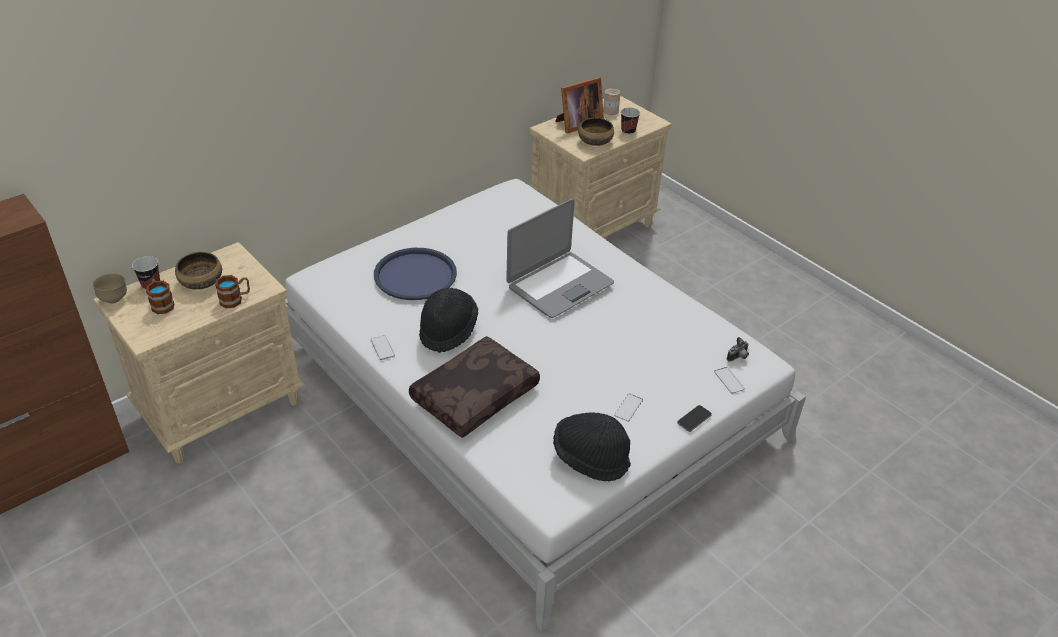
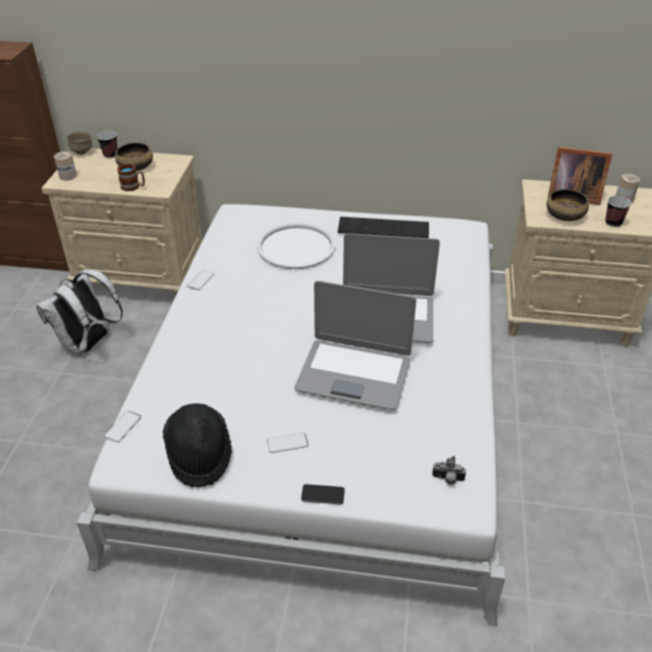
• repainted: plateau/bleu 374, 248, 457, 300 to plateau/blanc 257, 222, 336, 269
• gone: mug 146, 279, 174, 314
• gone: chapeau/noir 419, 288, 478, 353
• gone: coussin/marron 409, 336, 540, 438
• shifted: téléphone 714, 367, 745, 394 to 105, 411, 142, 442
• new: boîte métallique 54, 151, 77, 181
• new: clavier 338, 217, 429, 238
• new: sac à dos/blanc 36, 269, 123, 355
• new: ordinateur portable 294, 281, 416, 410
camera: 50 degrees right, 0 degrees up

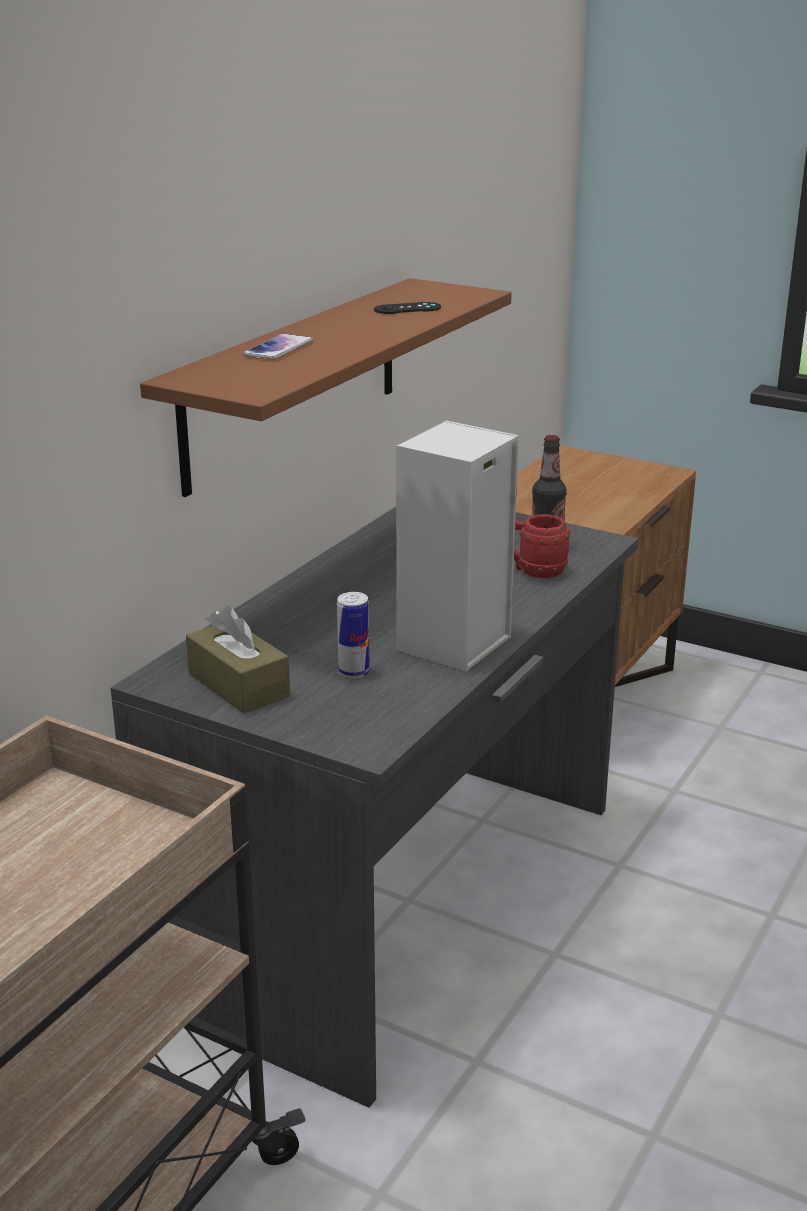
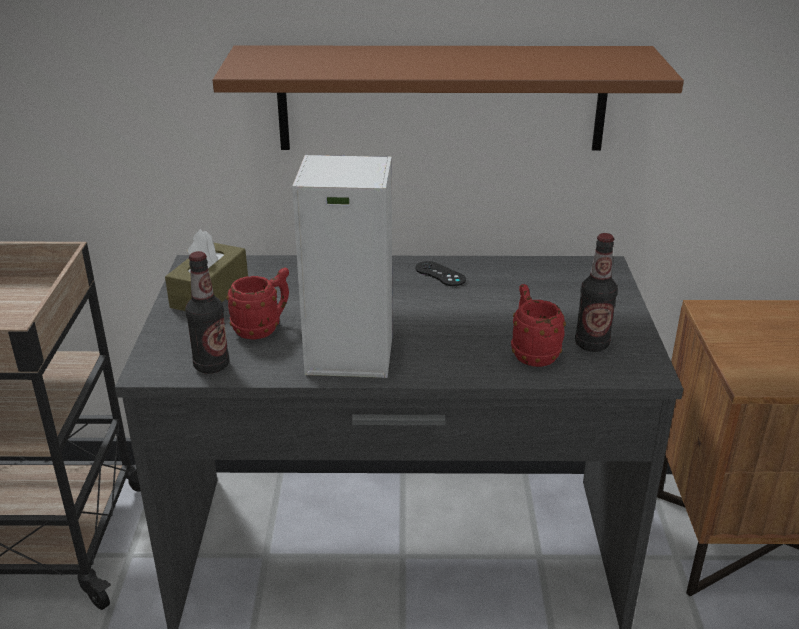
• shifted: manette/noir 374, 302, 441, 314 to 415, 261, 466, 286
• gone: téléphone 242, 334, 313, 360
• swapped: boîte métallique 337, 592, 370, 679 to mug/rouge 226, 268, 289, 340
• new: bouteille 185, 251, 229, 374
camera: 60 degrees right, 5 degrees up

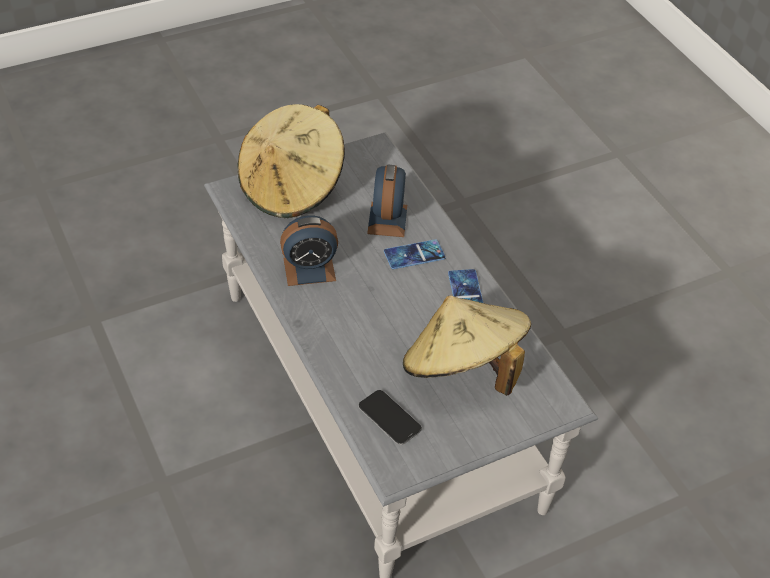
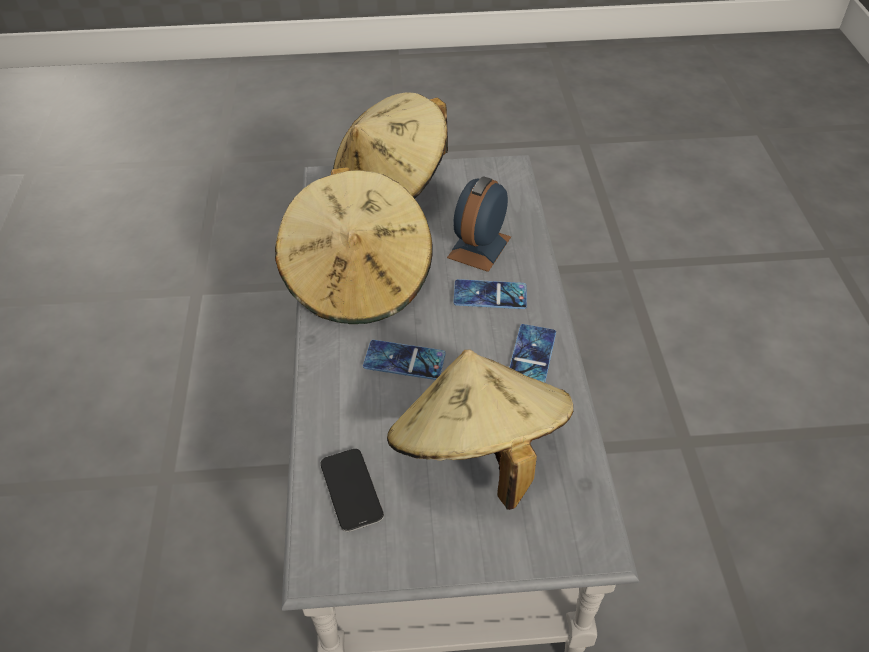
• swapped: réveil 280, 215, 338, 286 to chapeau/beige 275, 167, 432, 324
• new: téléphone 363, 340, 446, 380
camera: 25 degrees right, 0 degrees up

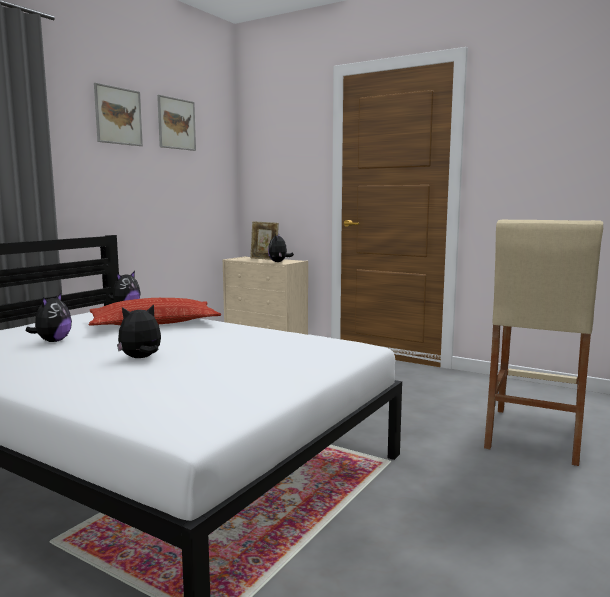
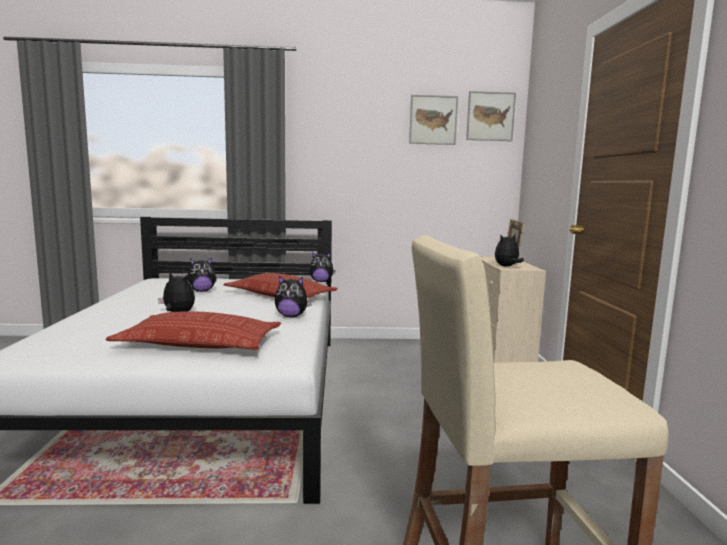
• shifted: tableau 94, 83, 143, 146 to 466, 91, 516, 141
• new: peluche 275, 276, 312, 317
• new: coussin 105, 311, 281, 350
camera: 55 degrees right, 0 degrees up

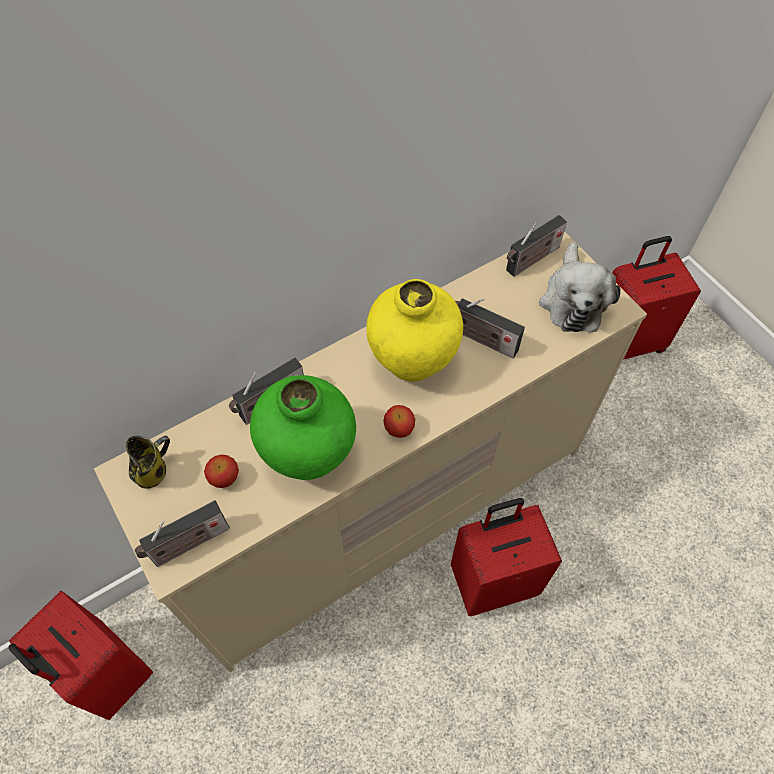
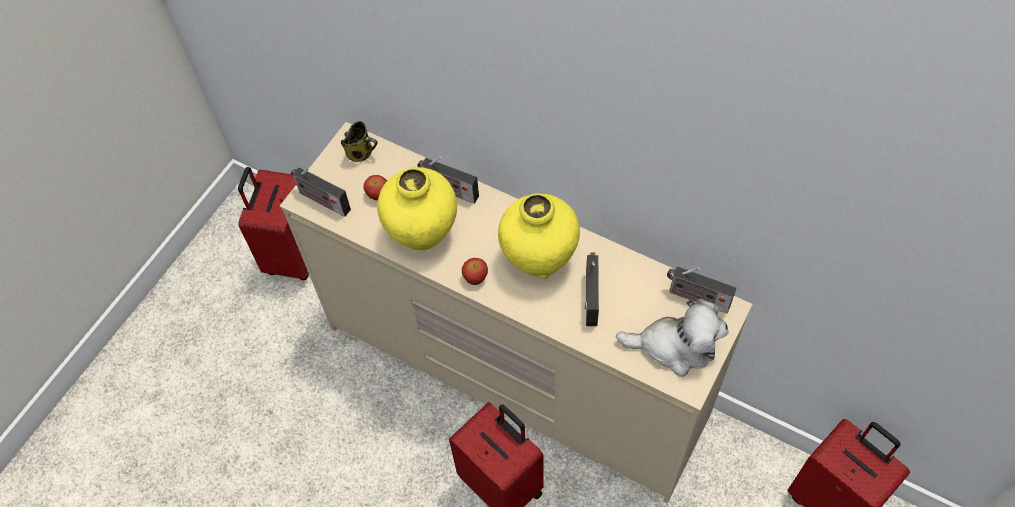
• rotated: peluche 539, 242, 621, 333 = 616, 299, 728, 377 150 degrees counterclockwise
• repainted: vase/vert 250, 375, 356, 480 to vase/jaune 377, 167, 457, 250
camera: 65 degrees right, 0 degrees up

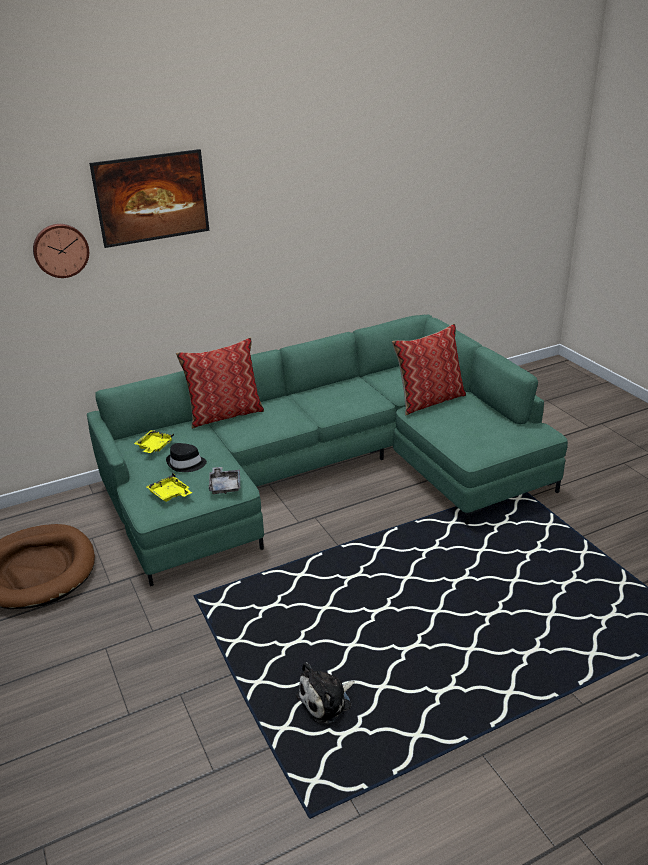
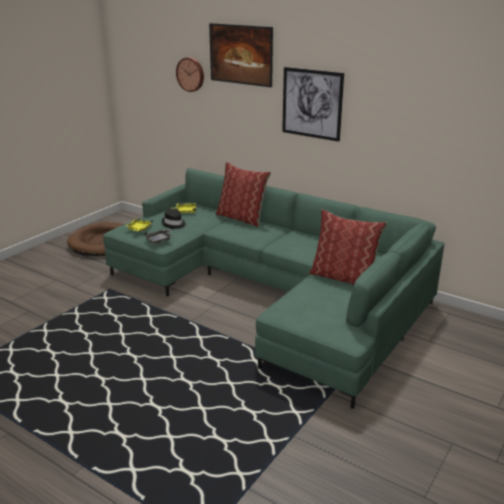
• gone: peluche 296, 662, 355, 724
• new: tableau 282, 67, 344, 142
camera: 60 degrees right, 5 degrees down

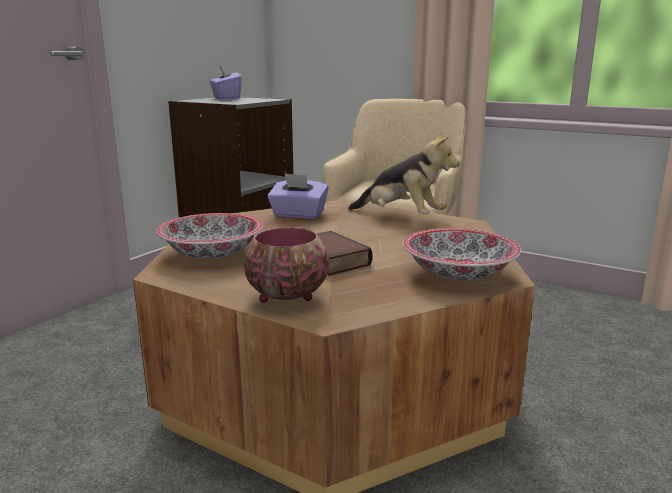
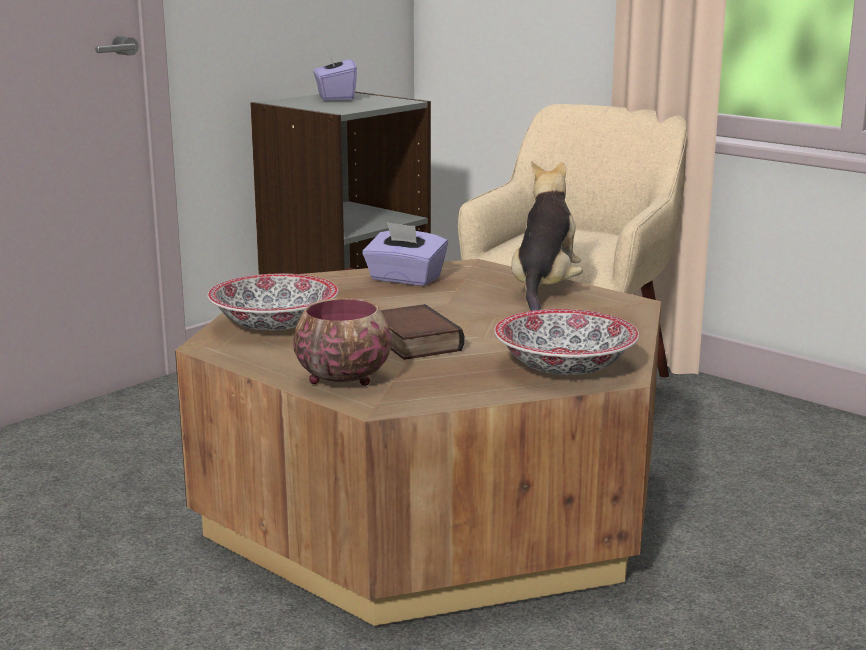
• rotated: peluche 348, 130, 460, 214 = 511, 161, 583, 311 120 degrees counterclockwise
camera: 10 degrees right, 0 degrees up

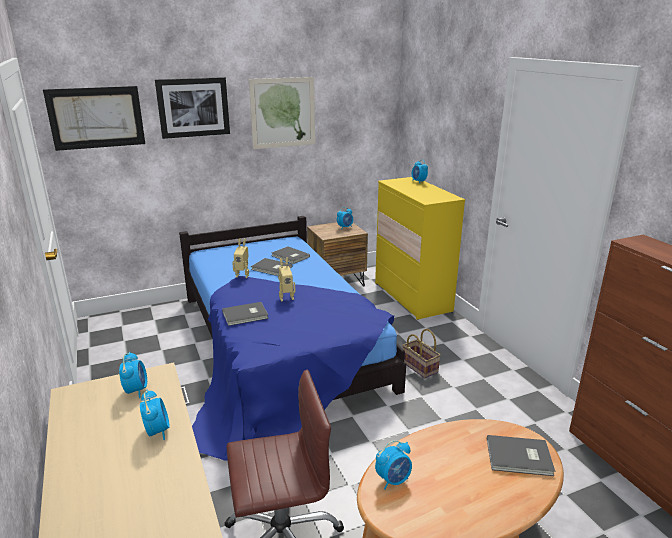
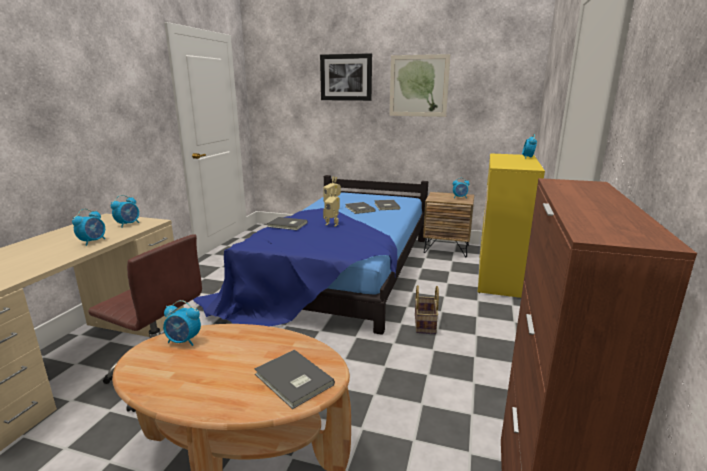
• gone: tableau 43, 86, 145, 151
camera: 40 degrees right, 5 degrees down

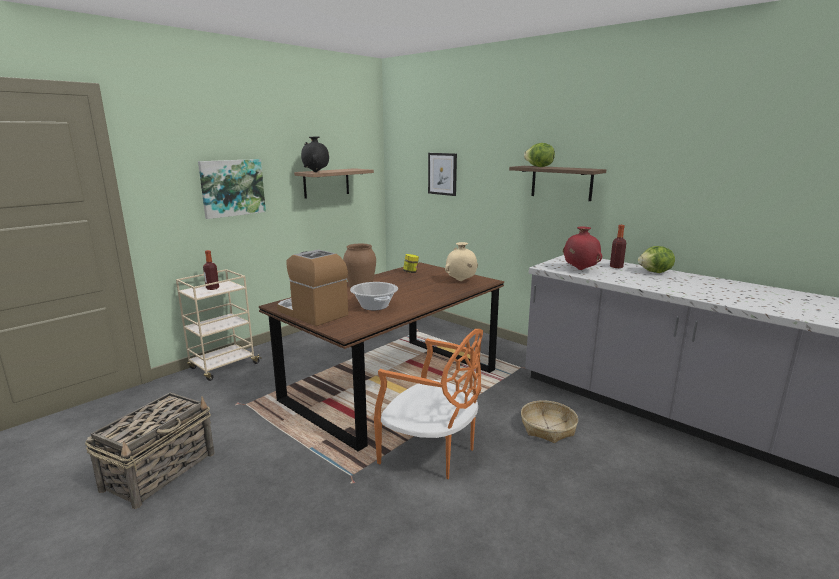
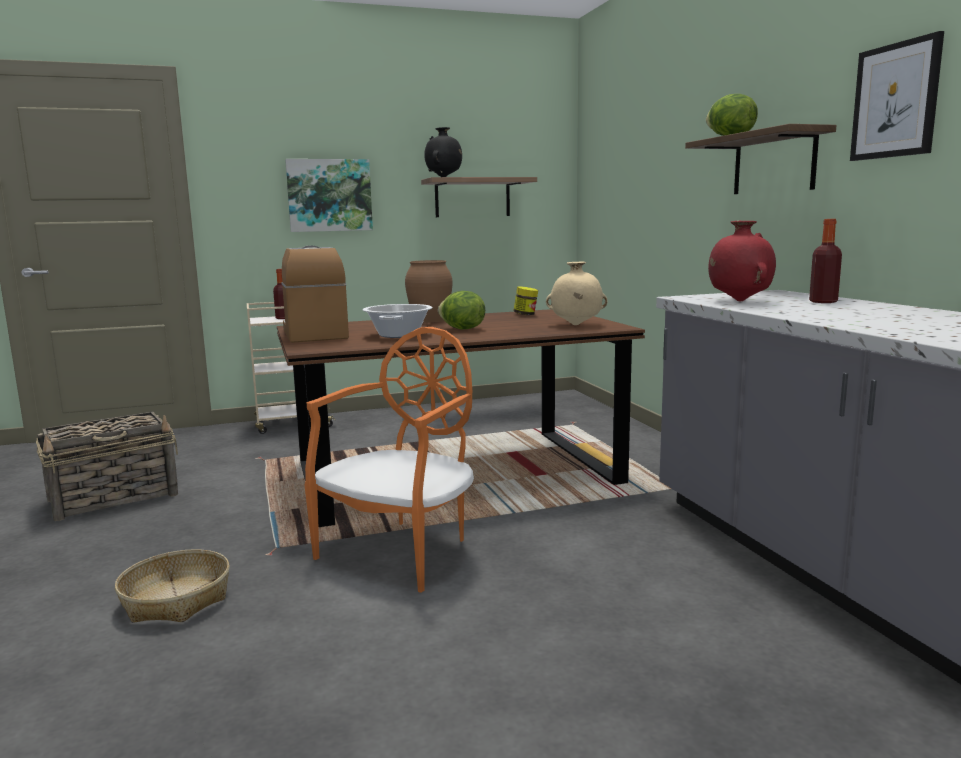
• shifted: tableau 428, 153, 457, 196 to 850, 31, 944, 161
• shifted: laitue 638, 246, 675, 273 to 438, 291, 485, 329
• rotated: chaise/orange 374, 329, 483, 479 = 305, 327, 474, 593 120 degrees counterclockwise
• shifted: panier 521, 400, 578, 443 to 115, 549, 230, 623
camera: 30 degrees right, 5 degrees down

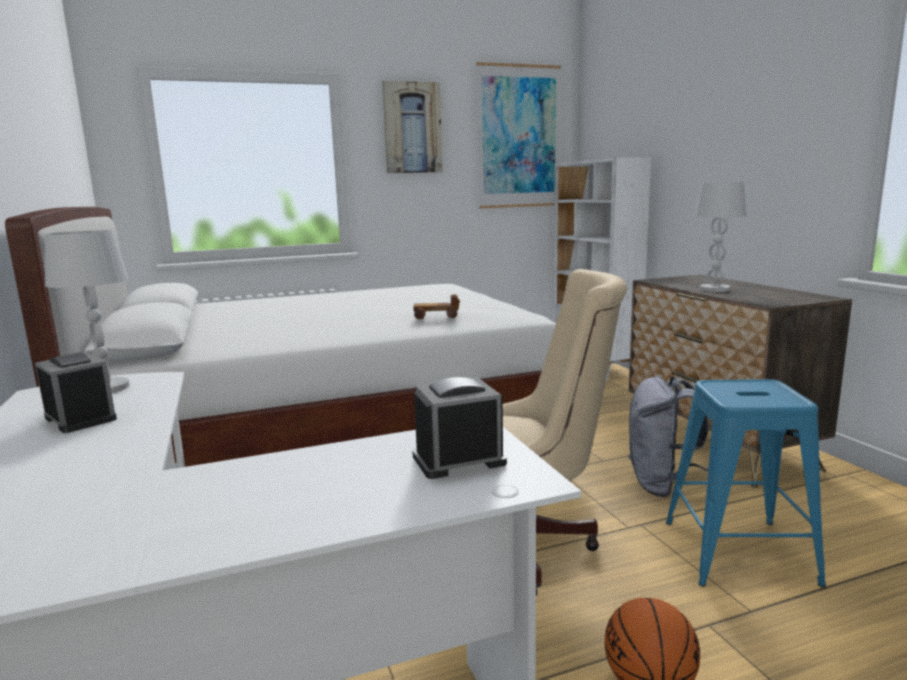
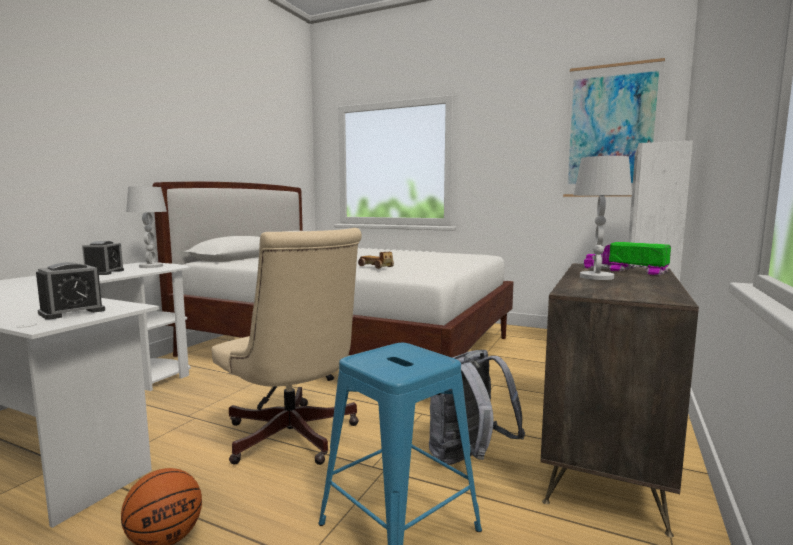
• gone: tableau 382, 81, 443, 173
• rotated: réveil 412, 377, 507, 479 = 36, 262, 105, 320 105 degrees clockwise
• new: camion jouet 583, 242, 671, 275
camera: 45 degrees right, 5 degrees down

